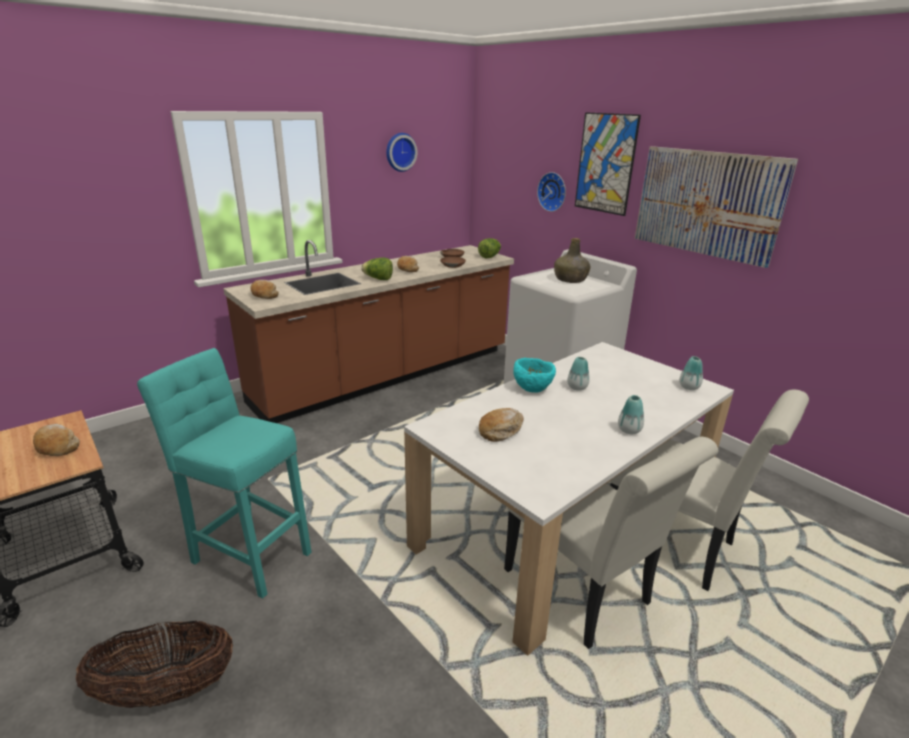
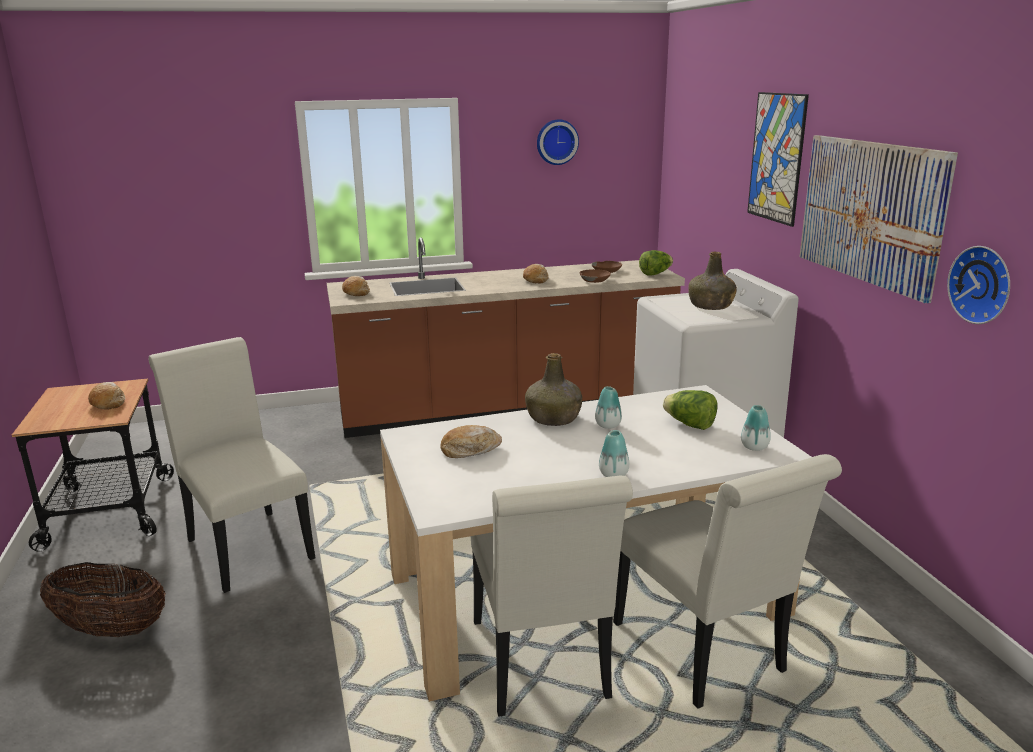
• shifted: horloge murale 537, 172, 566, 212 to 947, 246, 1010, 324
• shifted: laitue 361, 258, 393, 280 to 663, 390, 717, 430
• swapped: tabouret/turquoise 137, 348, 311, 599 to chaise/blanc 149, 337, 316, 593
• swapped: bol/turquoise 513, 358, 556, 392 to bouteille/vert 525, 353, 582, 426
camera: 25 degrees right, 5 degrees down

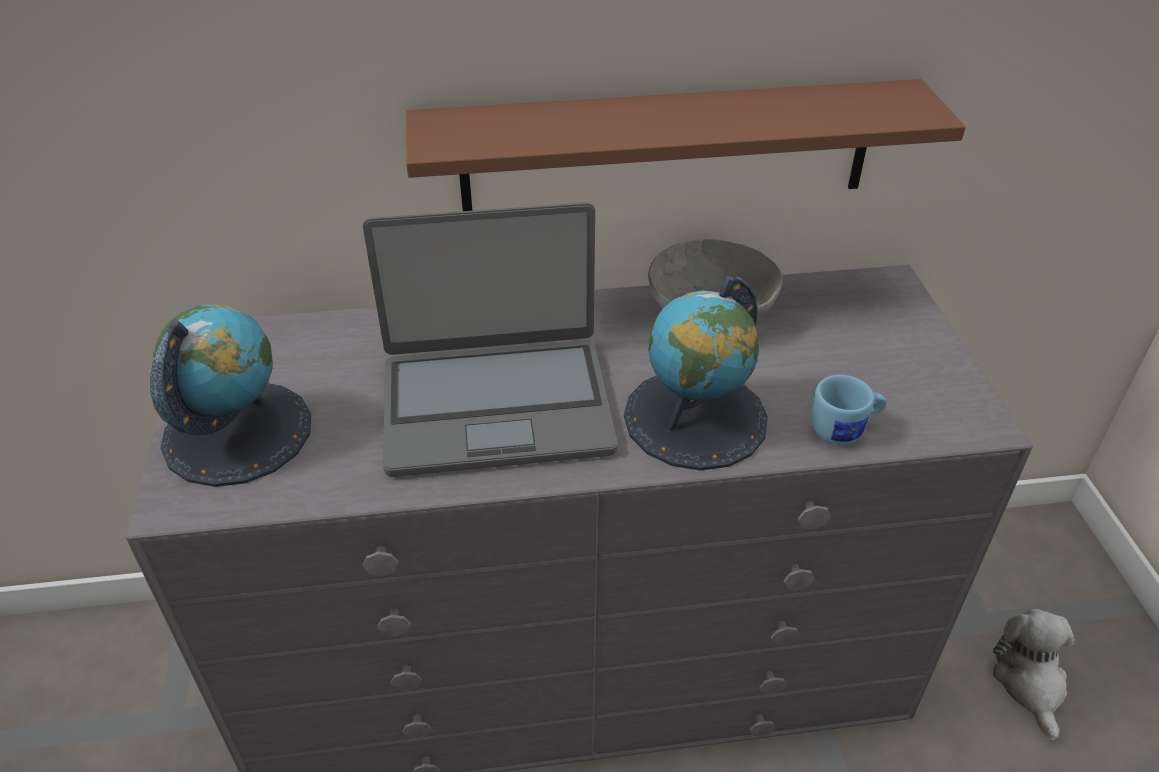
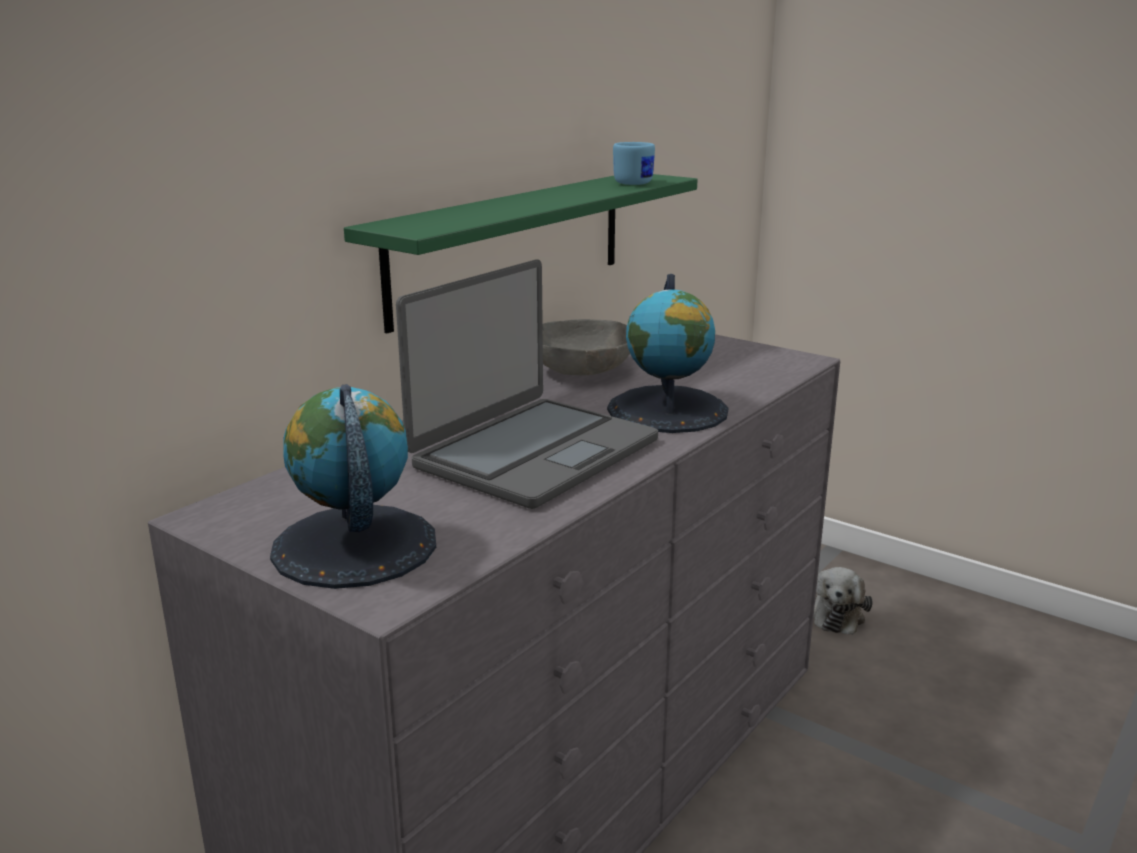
• repainted: étagère/marron 406, 79, 966, 211 to étagère/vert 344, 174, 698, 333
• shifted: mug/bleu 811, 375, 887, 445 to 613, 142, 655, 185
• rotated: peluche 993, 609, 1075, 741 = 813, 567, 873, 635 120 degrees counterclockwise
camera: 45 degrees left, 20 degrees down

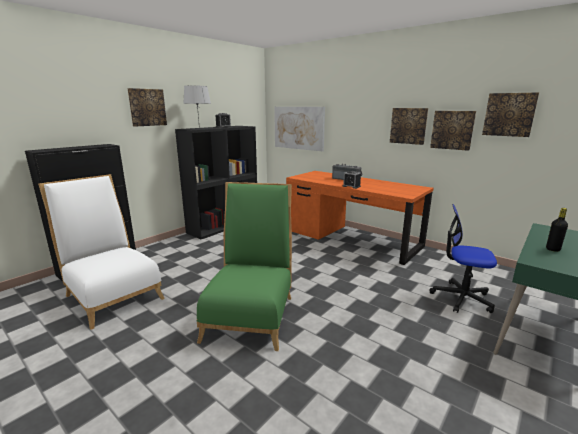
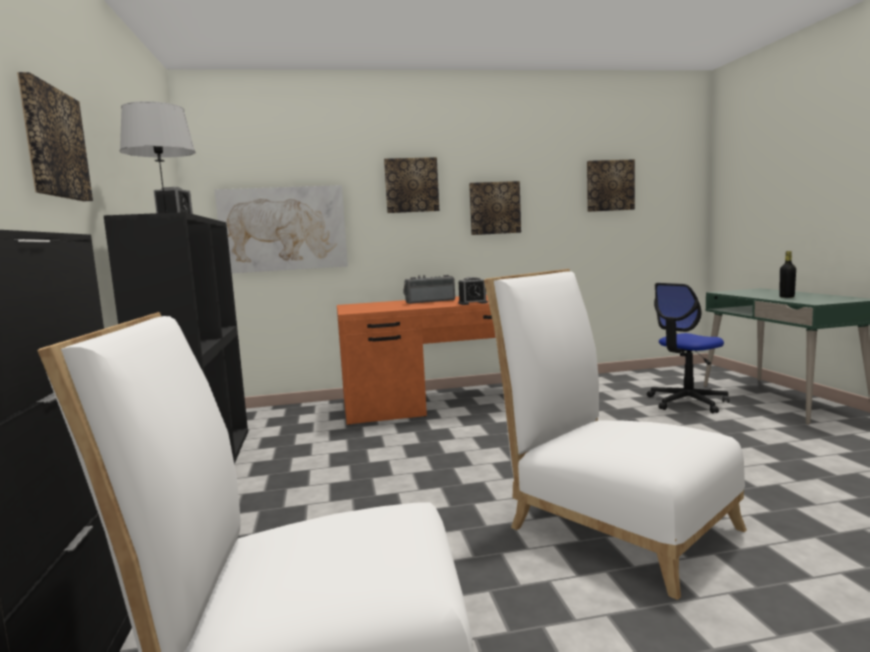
• shifted: tableau 430, 111, 476, 151 to 384, 157, 439, 213
• repainted: chaise/vert 197, 182, 292, 351 to chaise/blanc 484, 269, 747, 600
camera: 50 degrees left, 10 degrees down

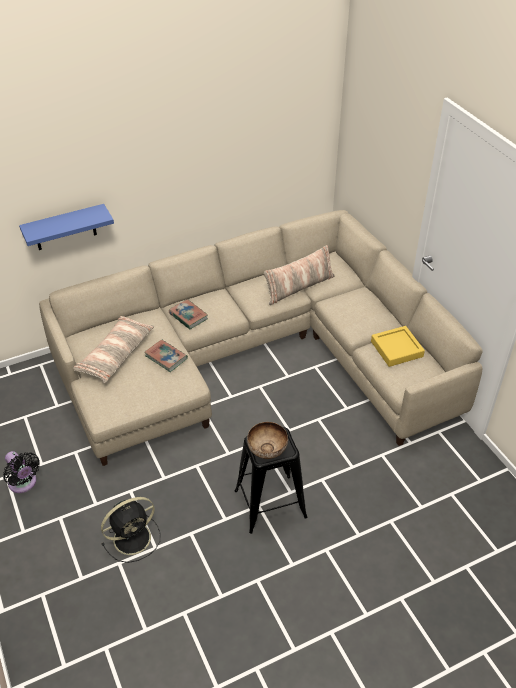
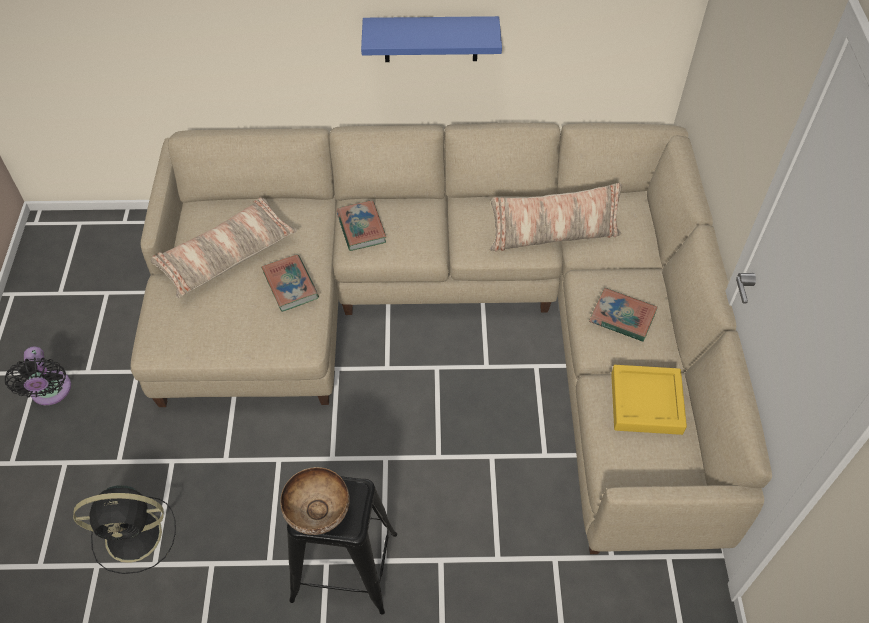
• shifted: étagère/bleu 19, 204, 114, 250 to 361, 16, 502, 62
• new: livre 589, 288, 658, 342
camera: 25 degrees right, 10 degrees up

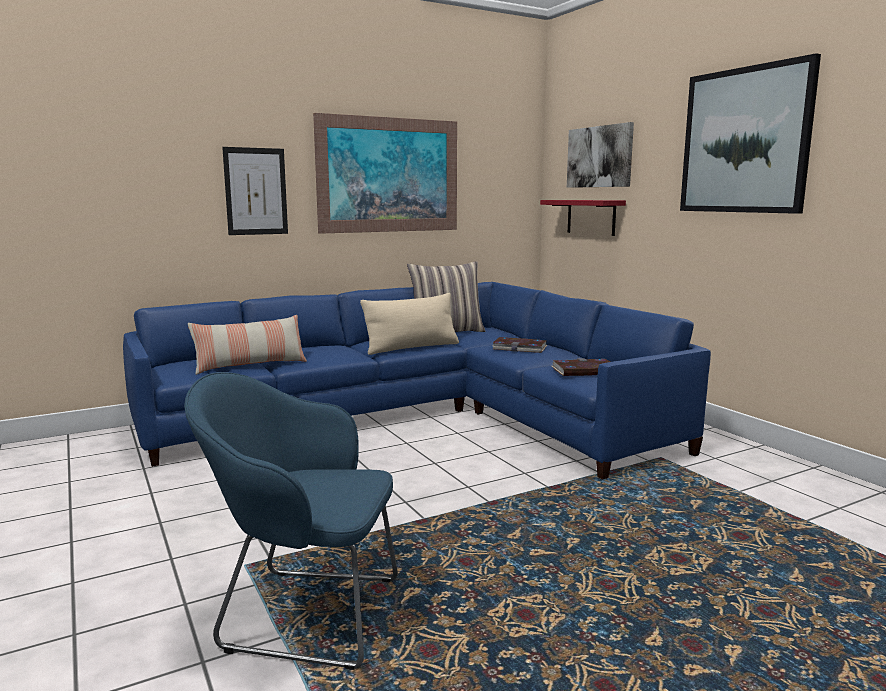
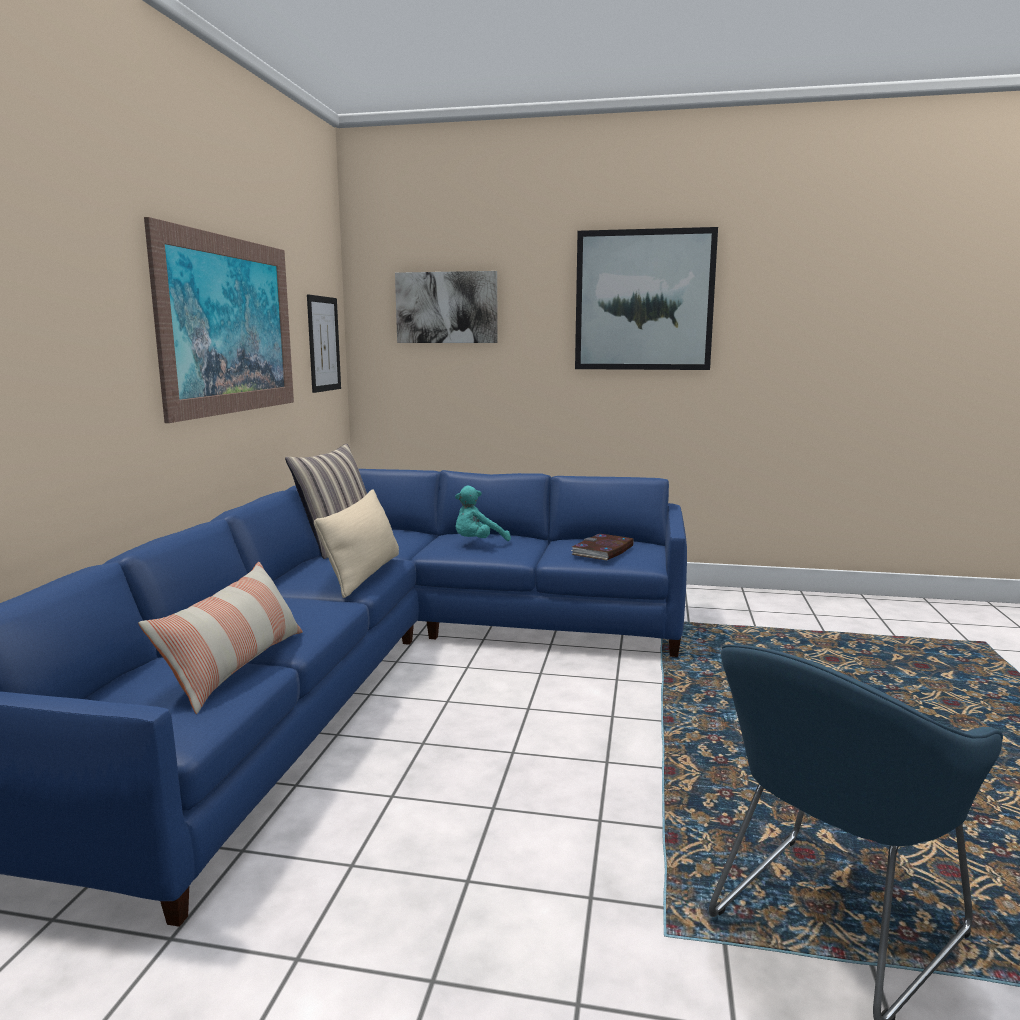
• shifted: tableau 222, 147, 288, 235 to 307, 294, 341, 393
• gone: étagère/rouge 540, 200, 626, 236
• swapped: livre 492, 337, 547, 353 to peluche/turquoise 455, 486, 511, 541
camera: 50 degrees left, 0 degrees up

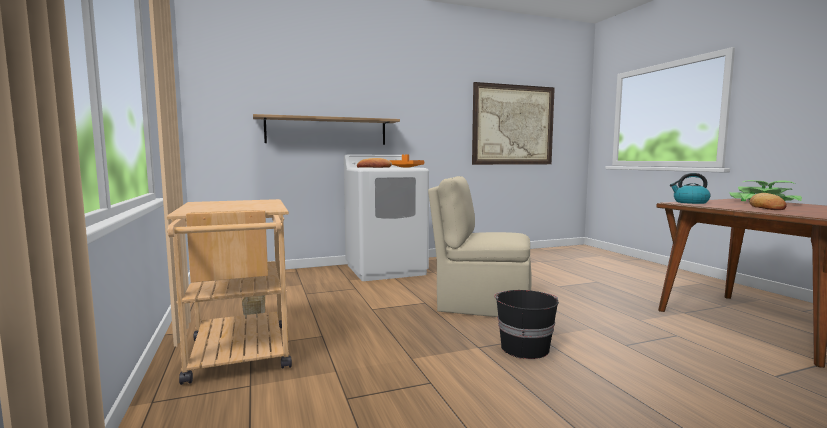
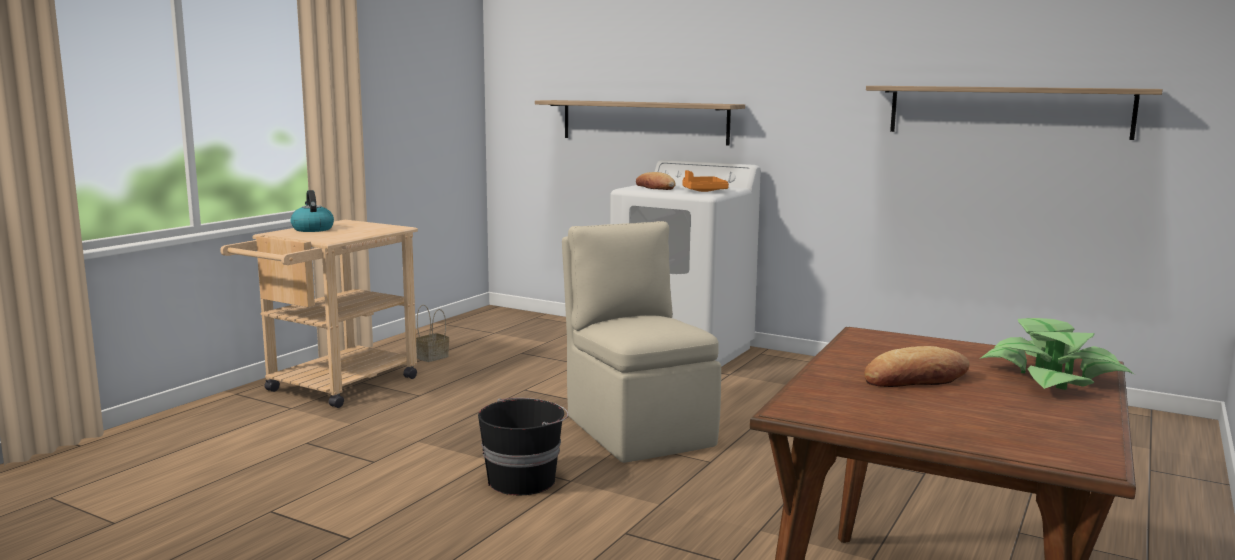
• swapped: tableau 472, 82, 555, 165 to étagère 866, 86, 1163, 140
• shifted: bouilloire 670, 173, 711, 204 to 291, 190, 334, 232
camera: 50 degrees right, 5 degrees up

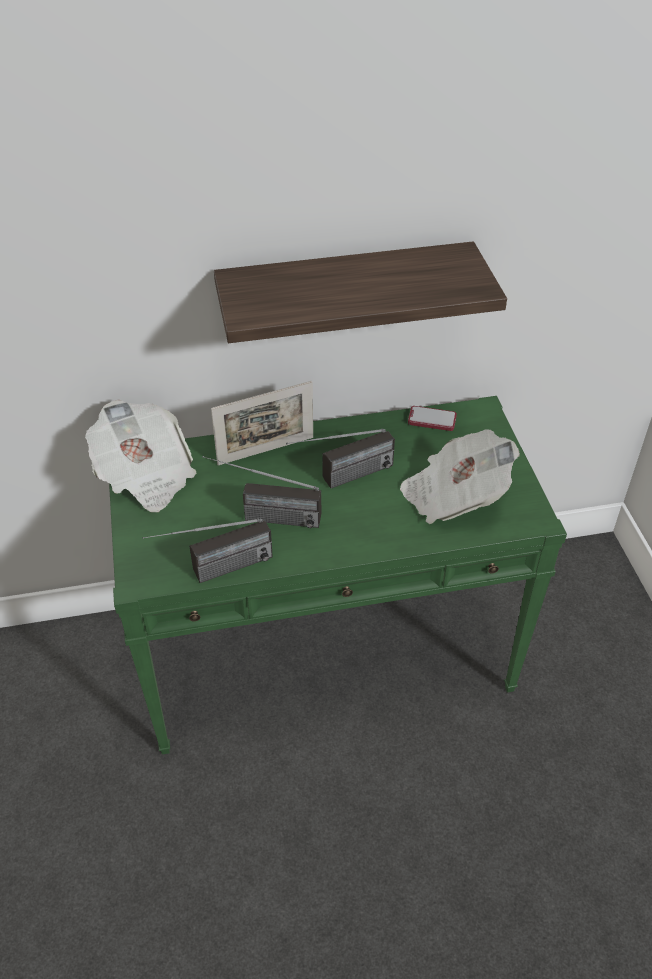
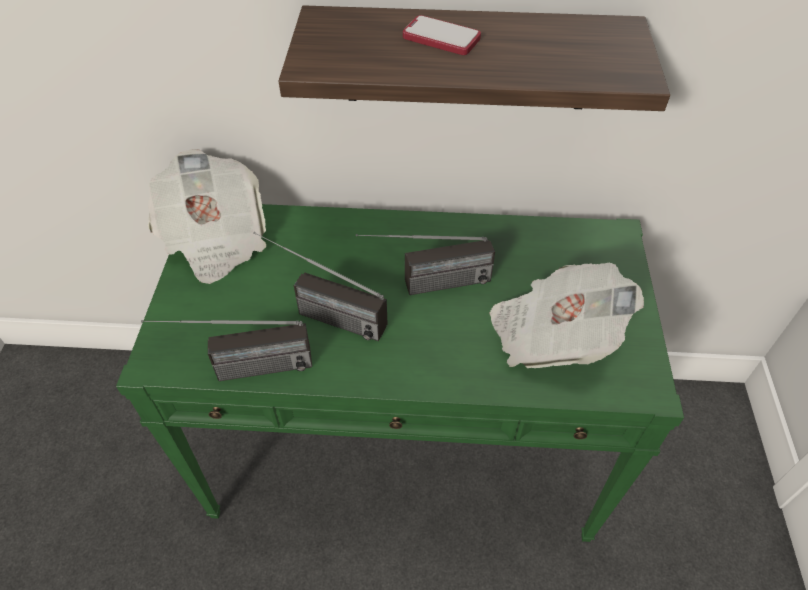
• gone: cadre photo 211, 381, 313, 465
• shifted: téléphone 408, 406, 457, 431 to 403, 15, 481, 55
camera: 15 degrees right, 5 degrees up

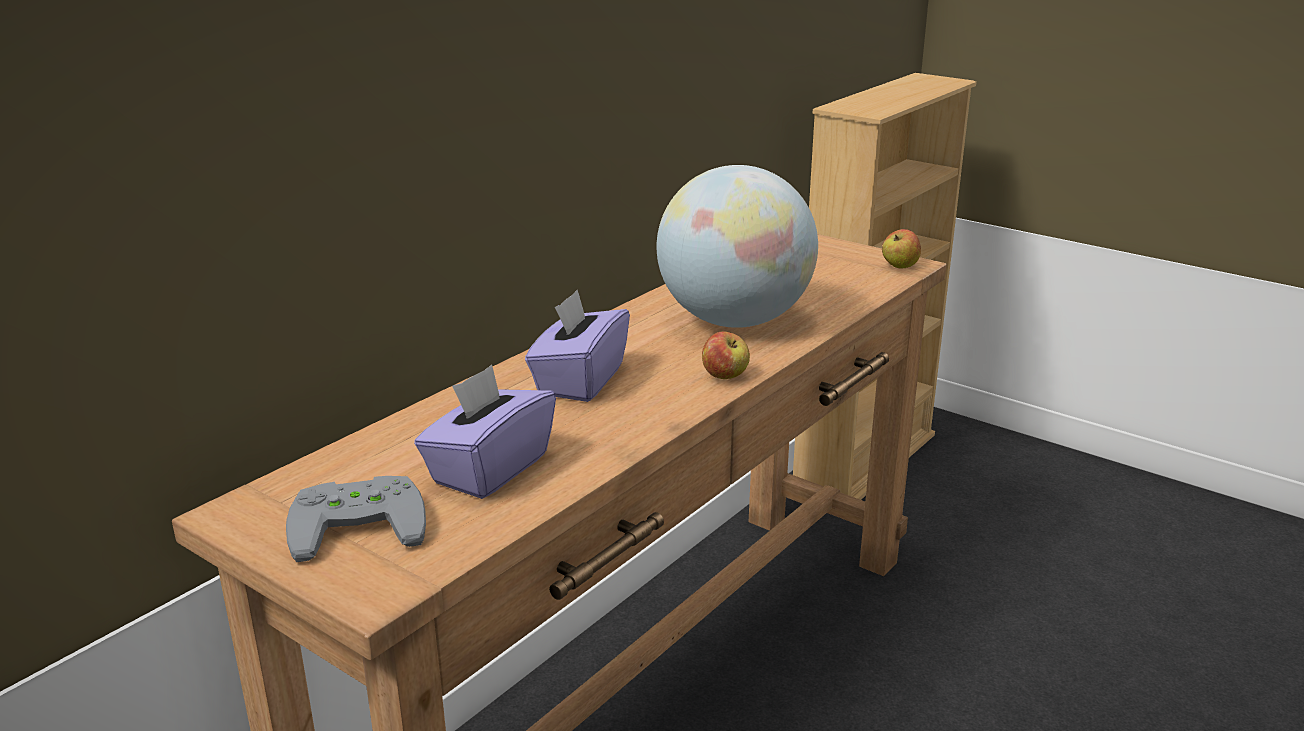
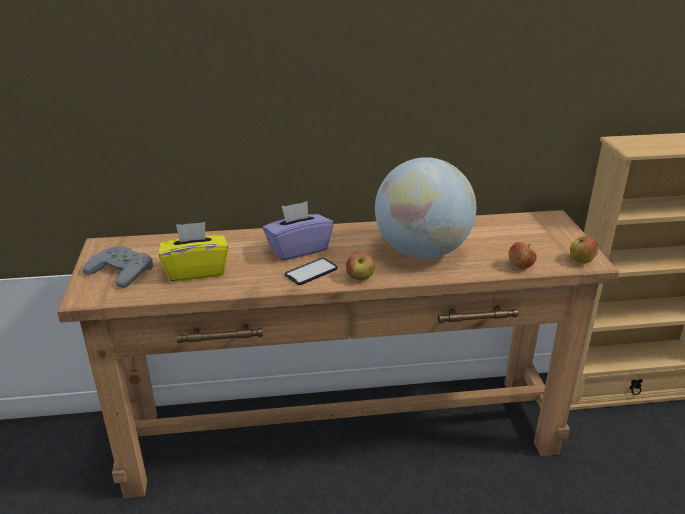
• repainted: boîte à mouchoirs/violet 414, 365, 556, 499 to boîte à mouchoirs/jaune 159, 222, 229, 282
• new: pomme 509, 242, 537, 269
• new: téléphone 285, 258, 338, 285
camera: 45 degrees right, 5 degrees up

